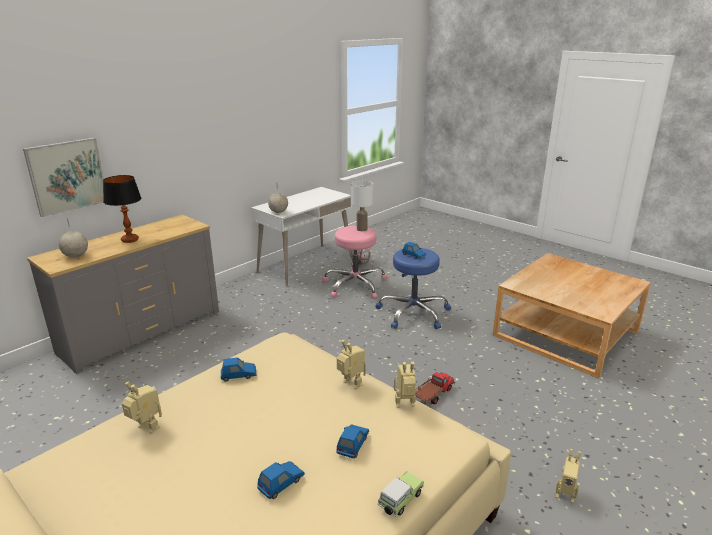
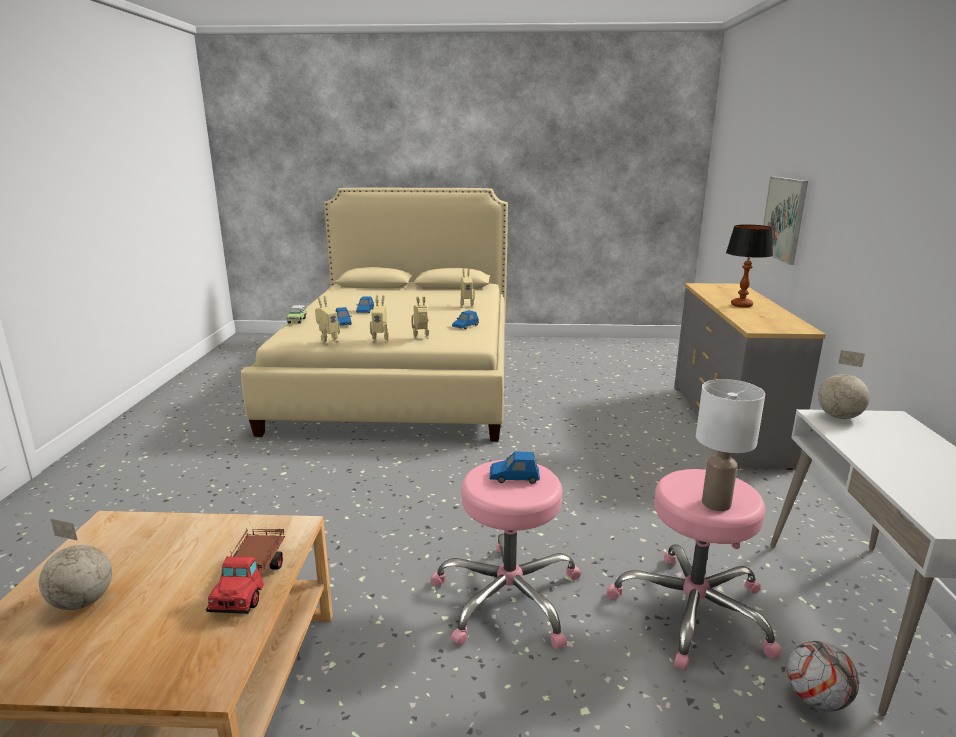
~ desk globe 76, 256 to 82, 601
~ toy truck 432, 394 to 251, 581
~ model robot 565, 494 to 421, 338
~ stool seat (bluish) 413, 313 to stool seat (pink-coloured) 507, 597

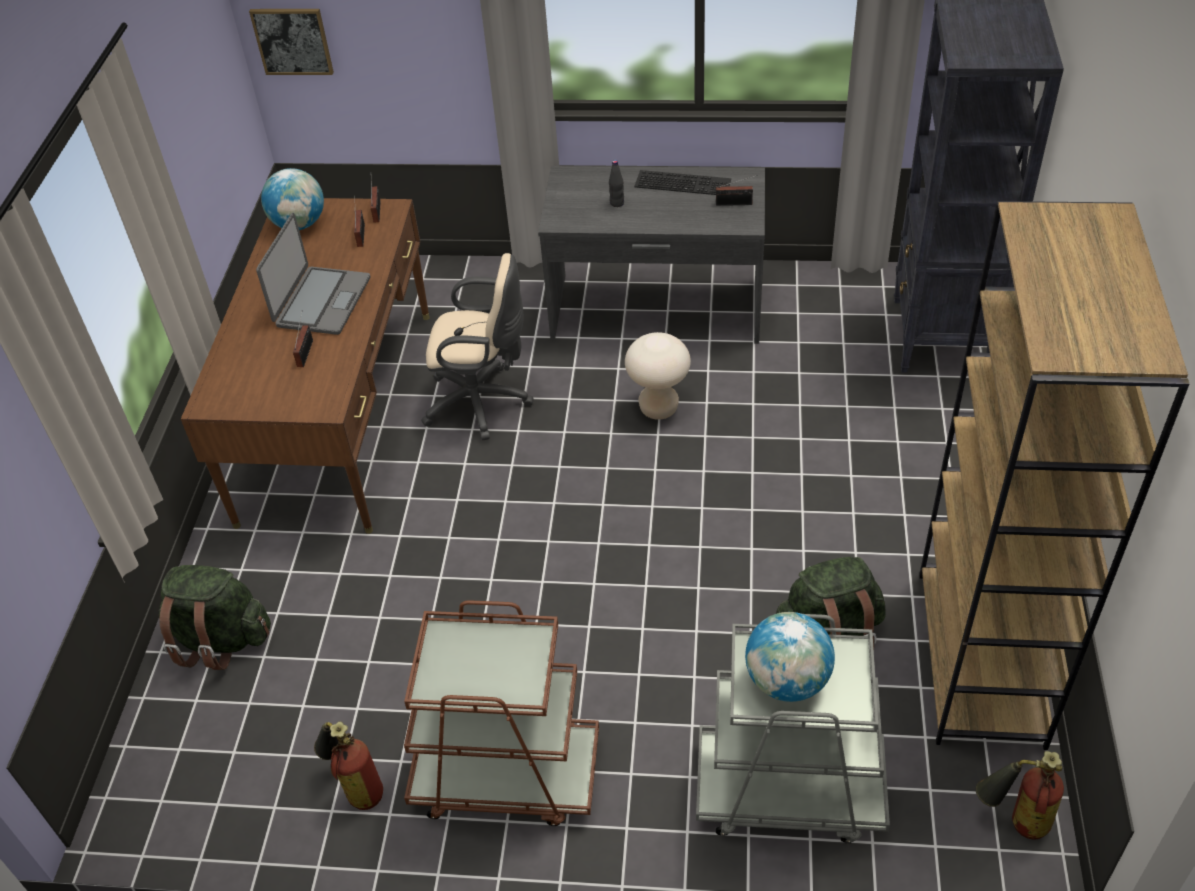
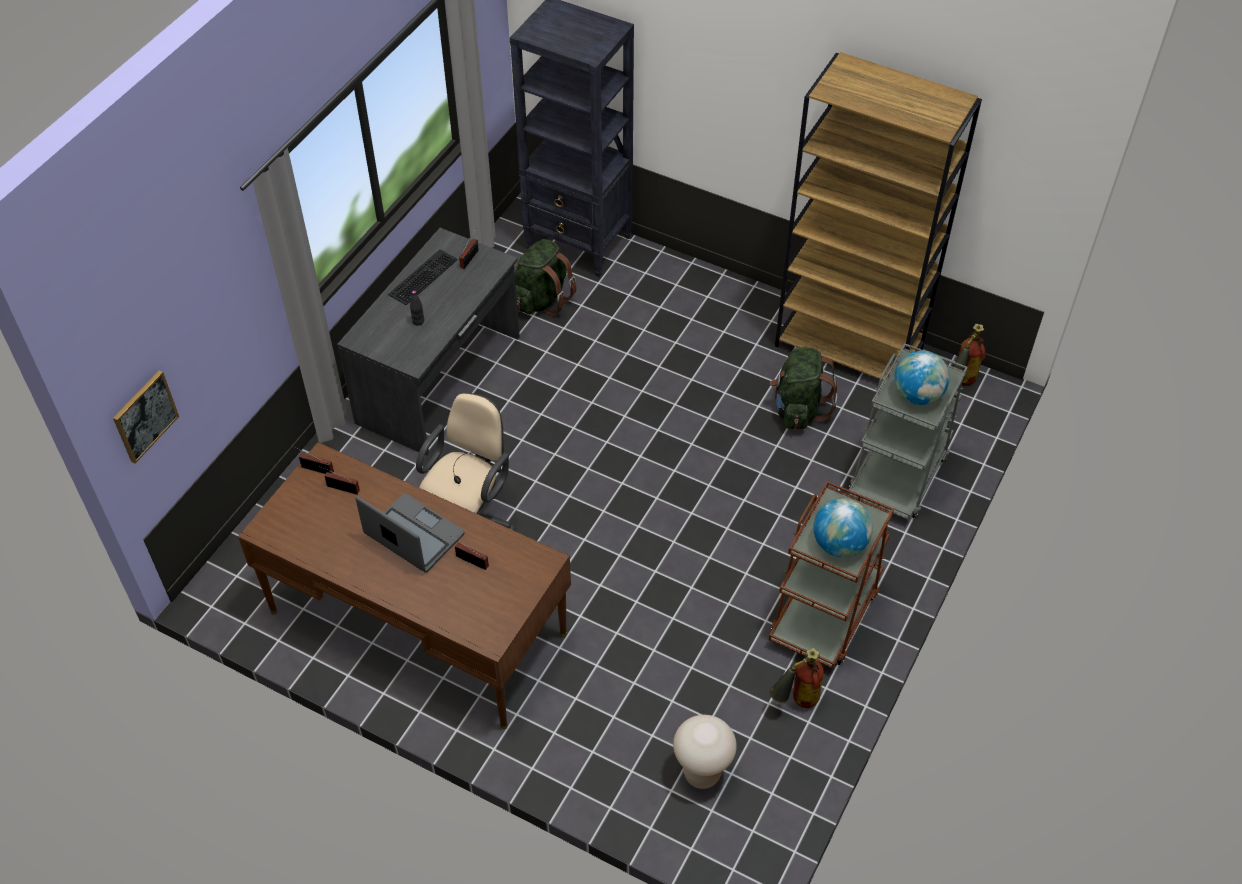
~ backpack (greenish) 220, 639 to 542, 299
~ desk globe 299, 224 to 839, 544
~ stool seat (sand-coloured) 658, 408 to 702, 773

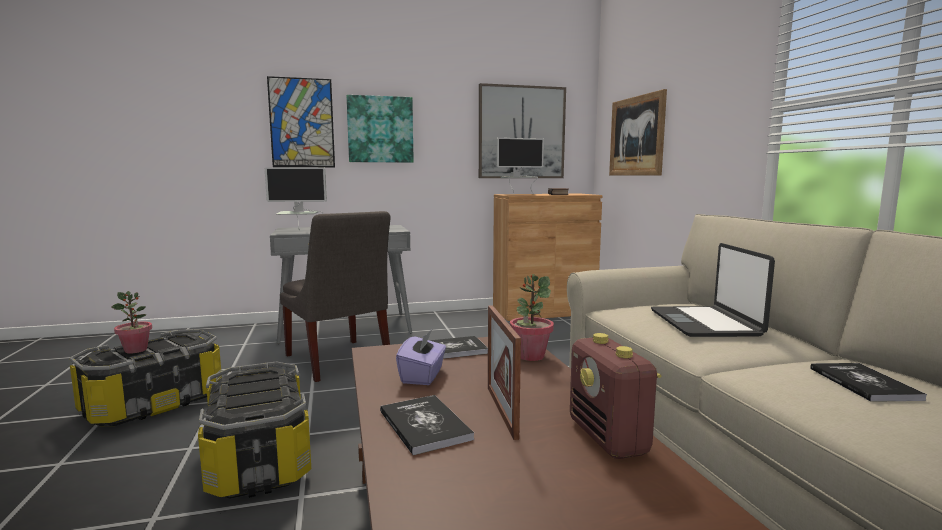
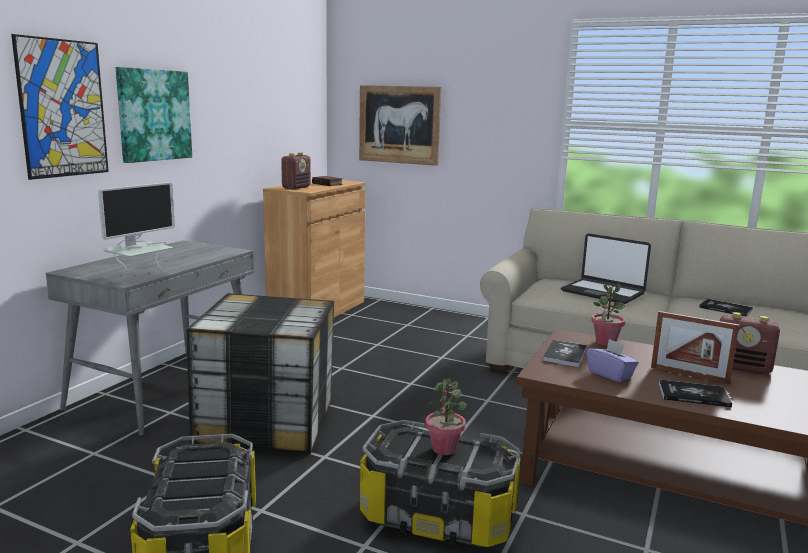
- wall picture 521, 132
~ plant in a pot 136, 350 to 444, 449
~ upright chair (greyish) 338, 361 to storage bin 267, 422
~ computer display 518, 194 to radio set 296, 187

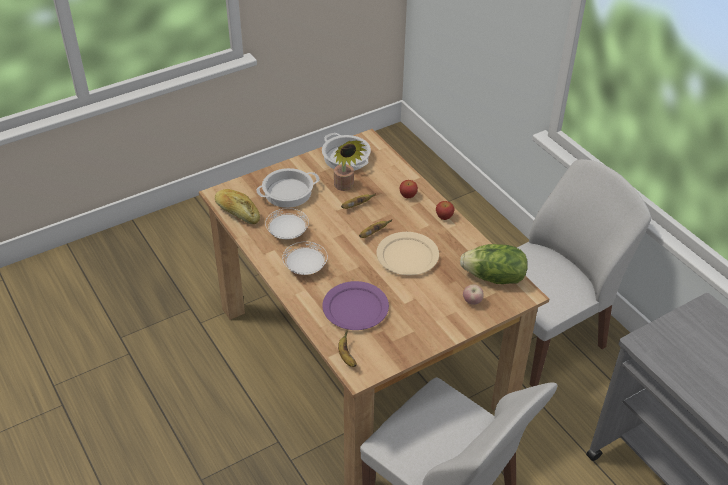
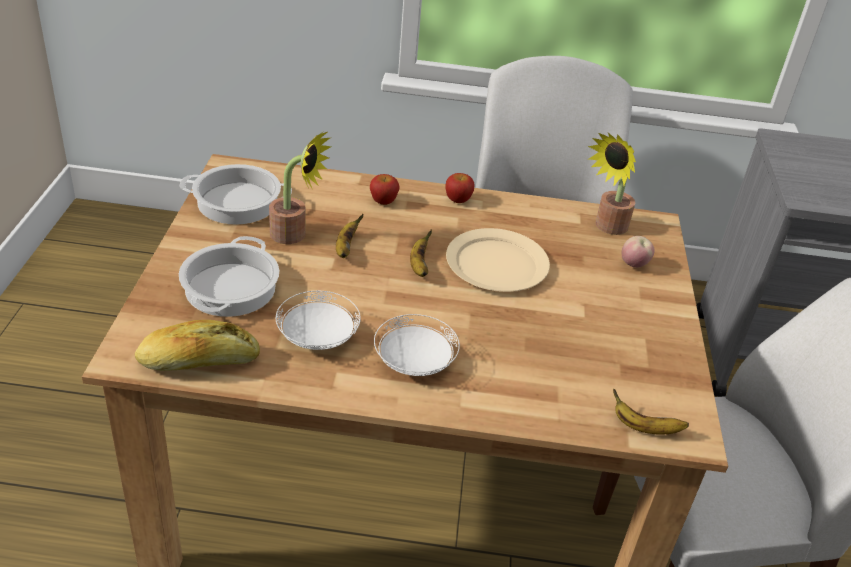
- plate (purple) 355, 308
~ lettuce head 494, 278 to plant in a pot 607, 227

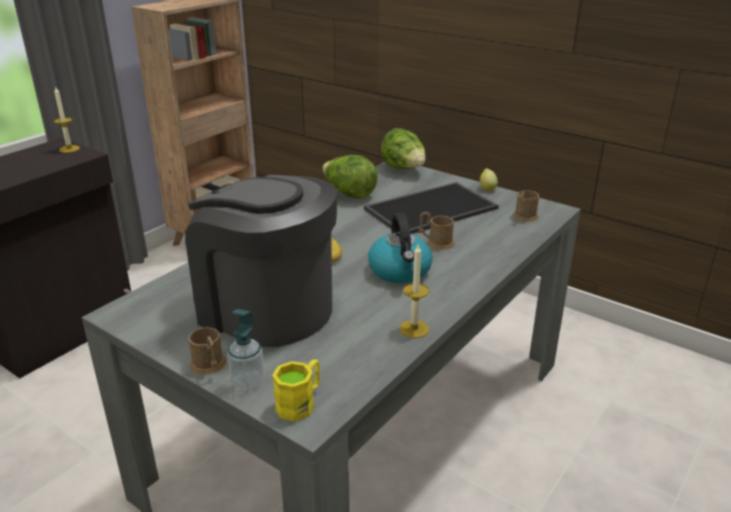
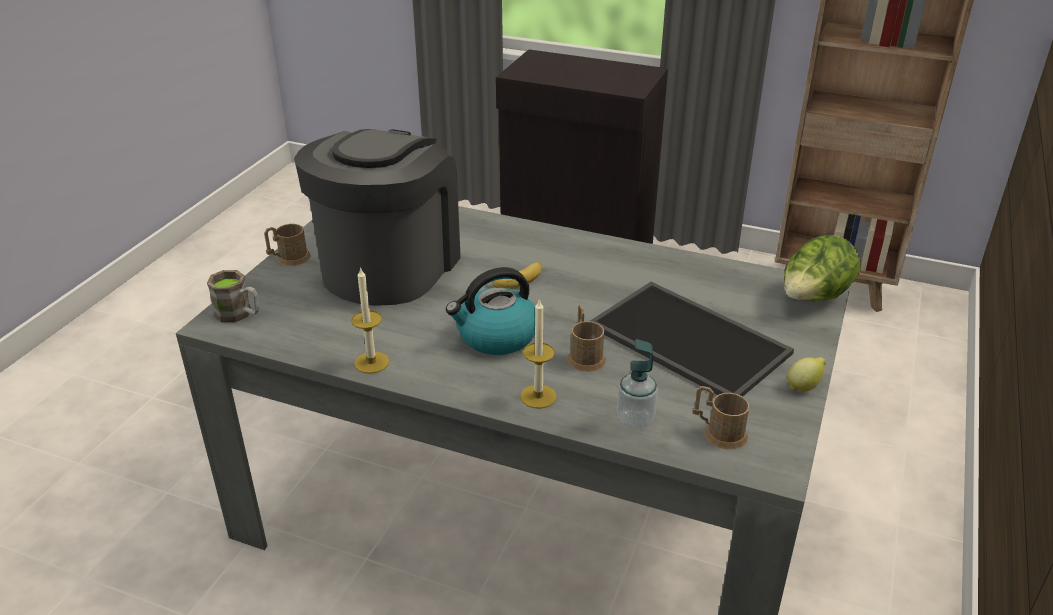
- lettuce head 349, 194
~ wax candle 69, 149 to 538, 396
~ liquid soap bottle 247, 381 to 635, 420
~ coffee mug (yellow) 300, 403 to coffee mug (brown-coloured) 239, 314

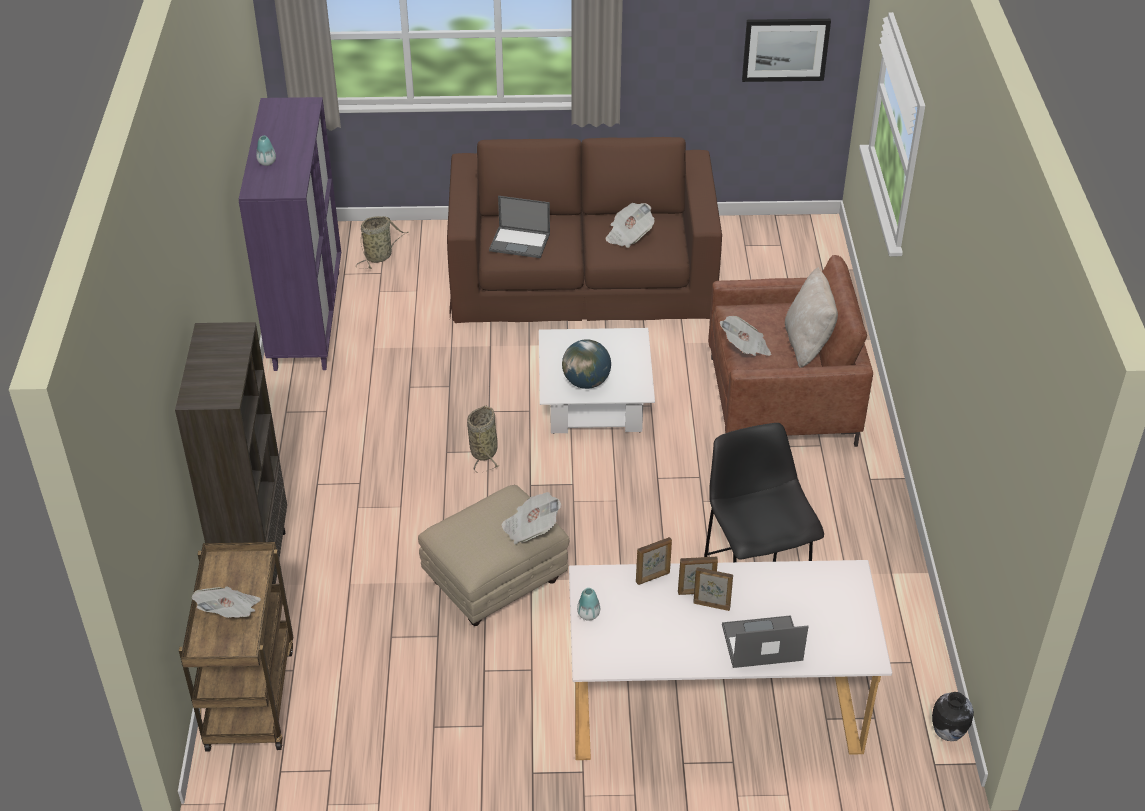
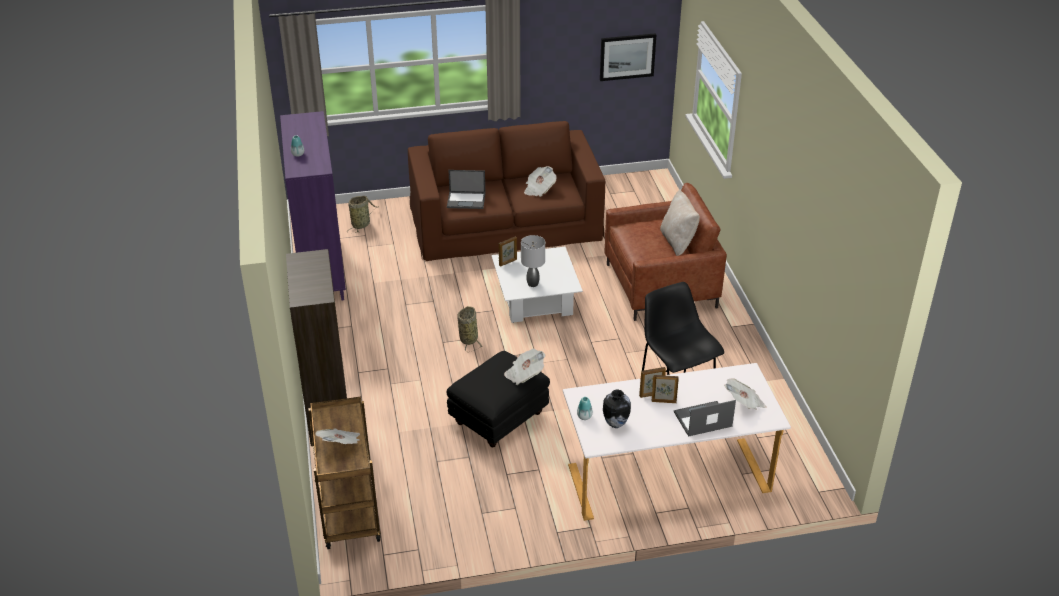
~ photo frame 653, 577 to 508, 262
~ daily paper 745, 348 to 744, 403
~ decorative vase 947, 734 to 615, 424
~ desk globe 586, 382 to lamp for a table (greyish) 533, 283
~ footrest (sand-coloured) 496, 581 to footrest (blackish) 499, 418

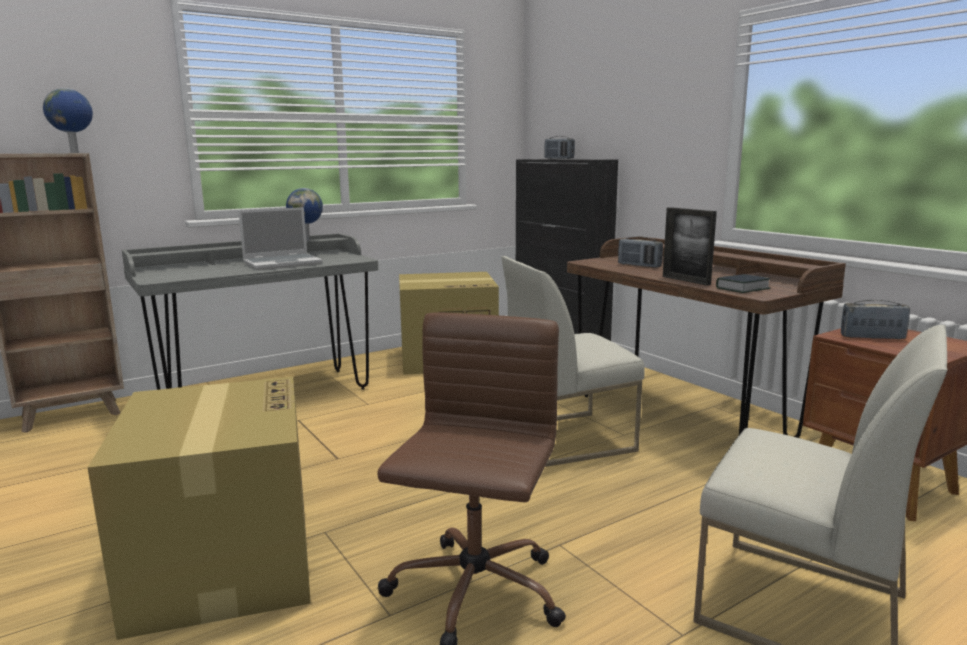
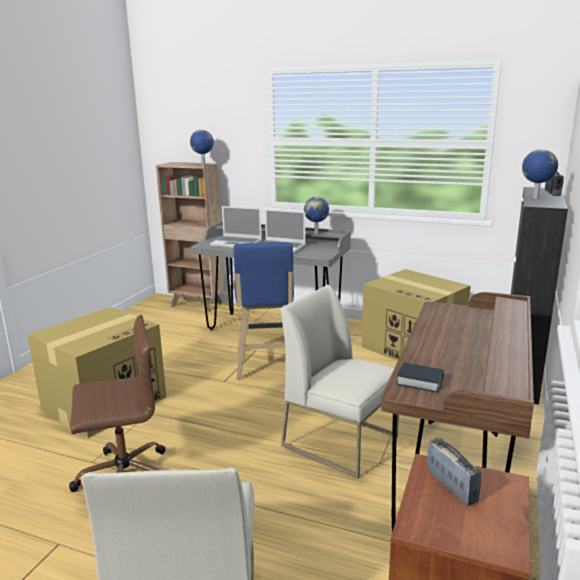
- radio set 639, 265
- photo frame 685, 280
+ portable computer 237, 243
+ stool seat (bluish) 266, 366
+ desk globe 535, 198

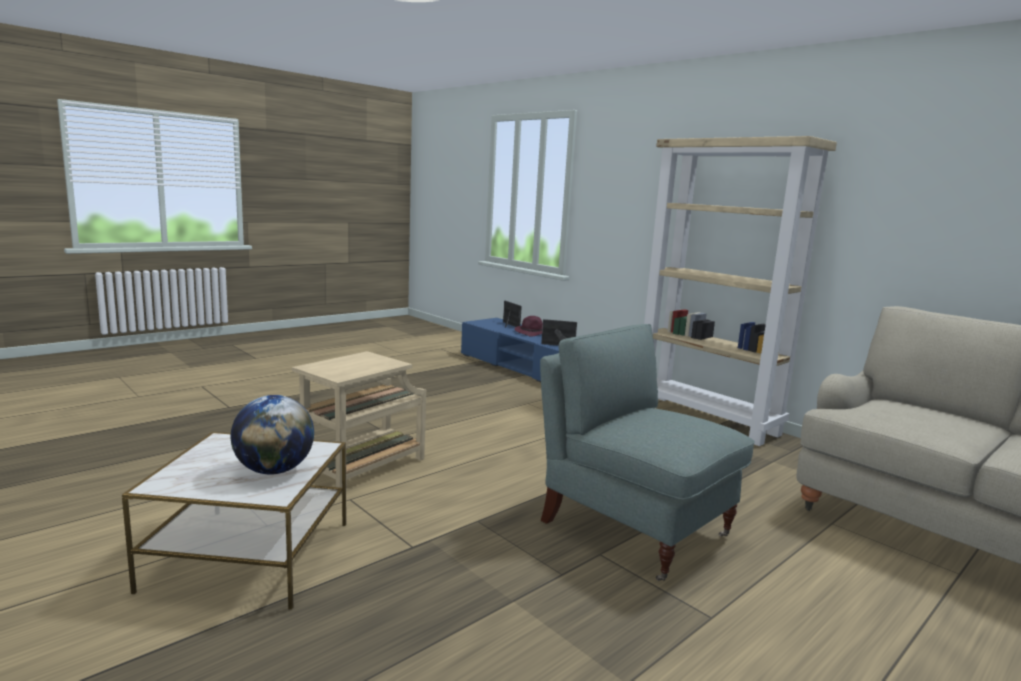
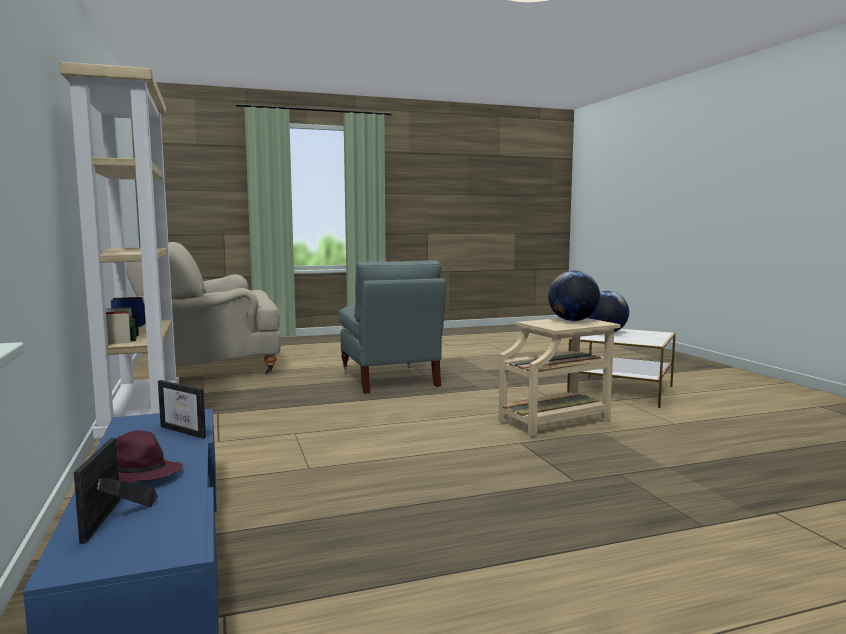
+ desk globe 573, 321

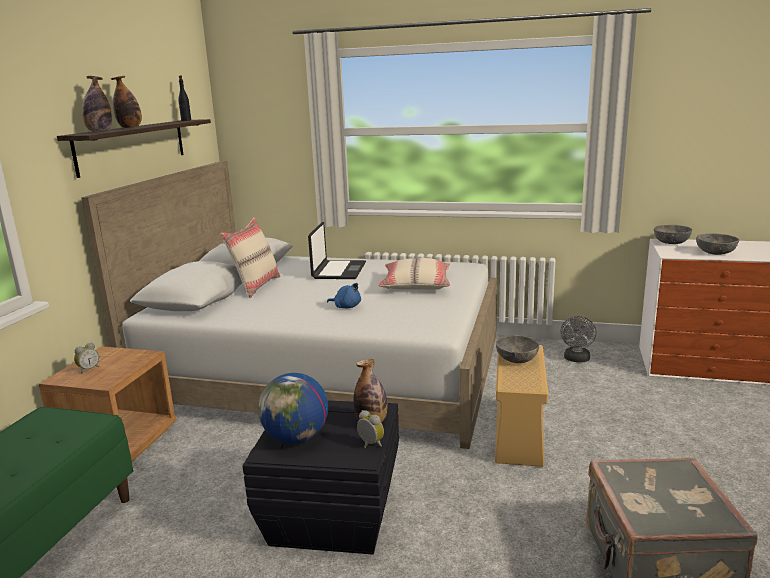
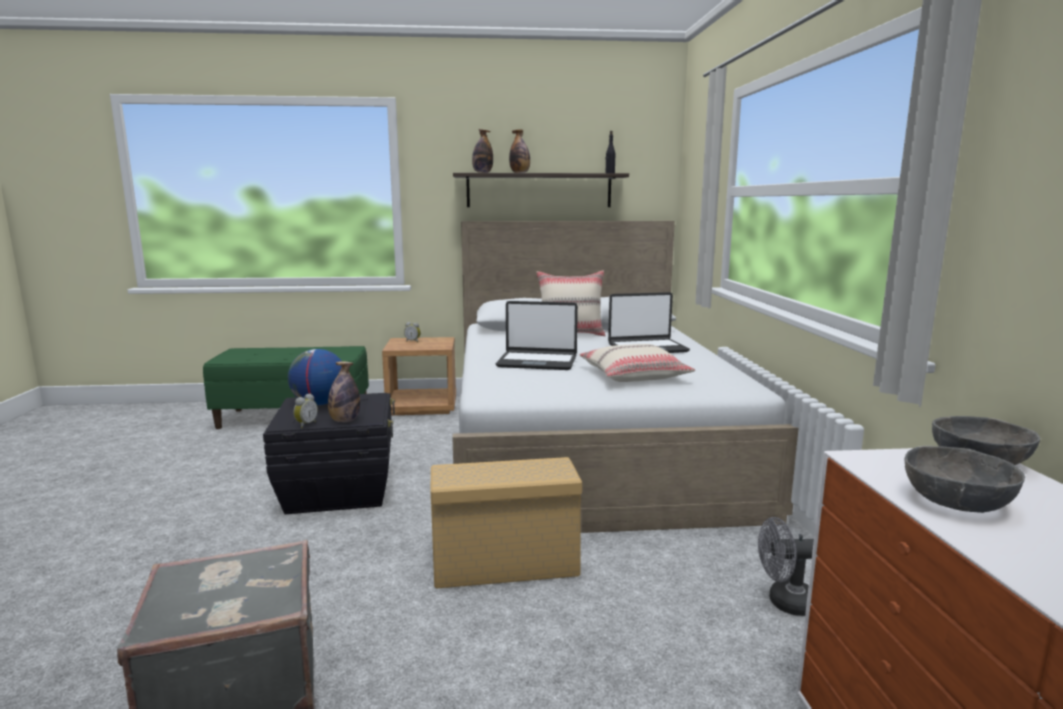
- serving bowl (greyish) 516, 359
~ cuddly toy (bluish) 346, 307 to portable computer 537, 362

